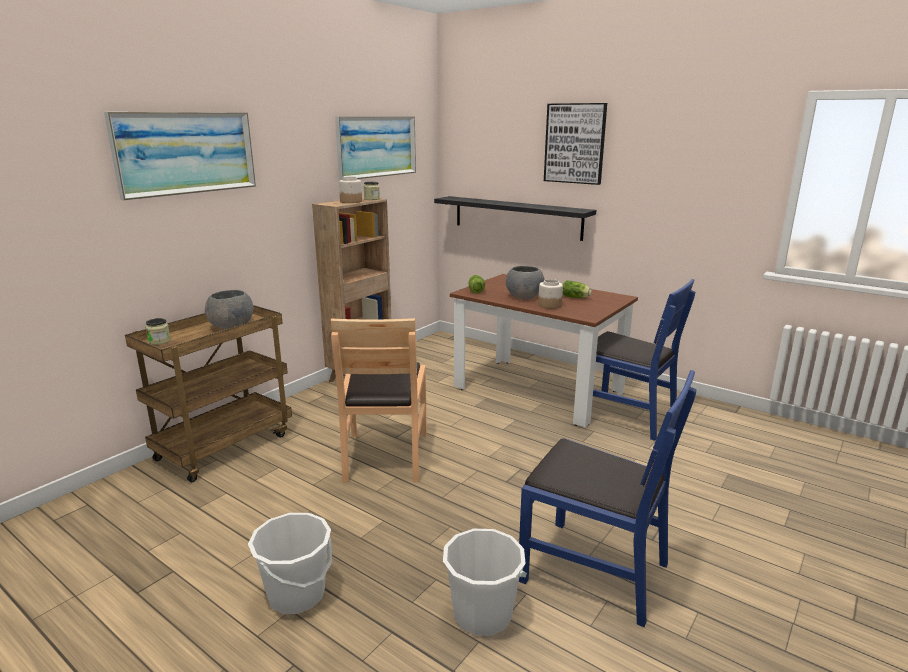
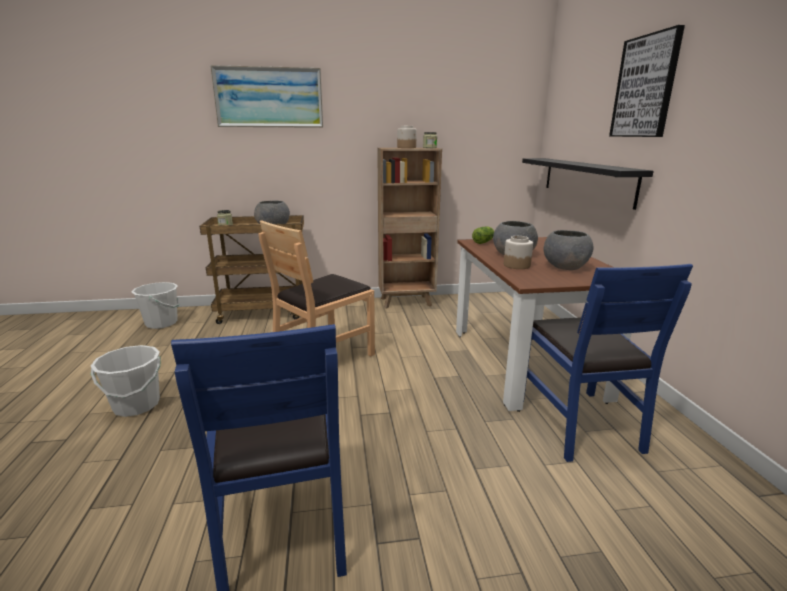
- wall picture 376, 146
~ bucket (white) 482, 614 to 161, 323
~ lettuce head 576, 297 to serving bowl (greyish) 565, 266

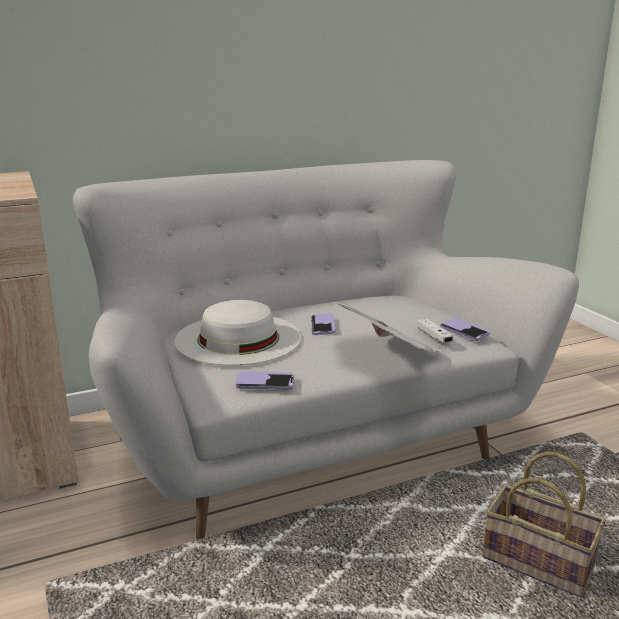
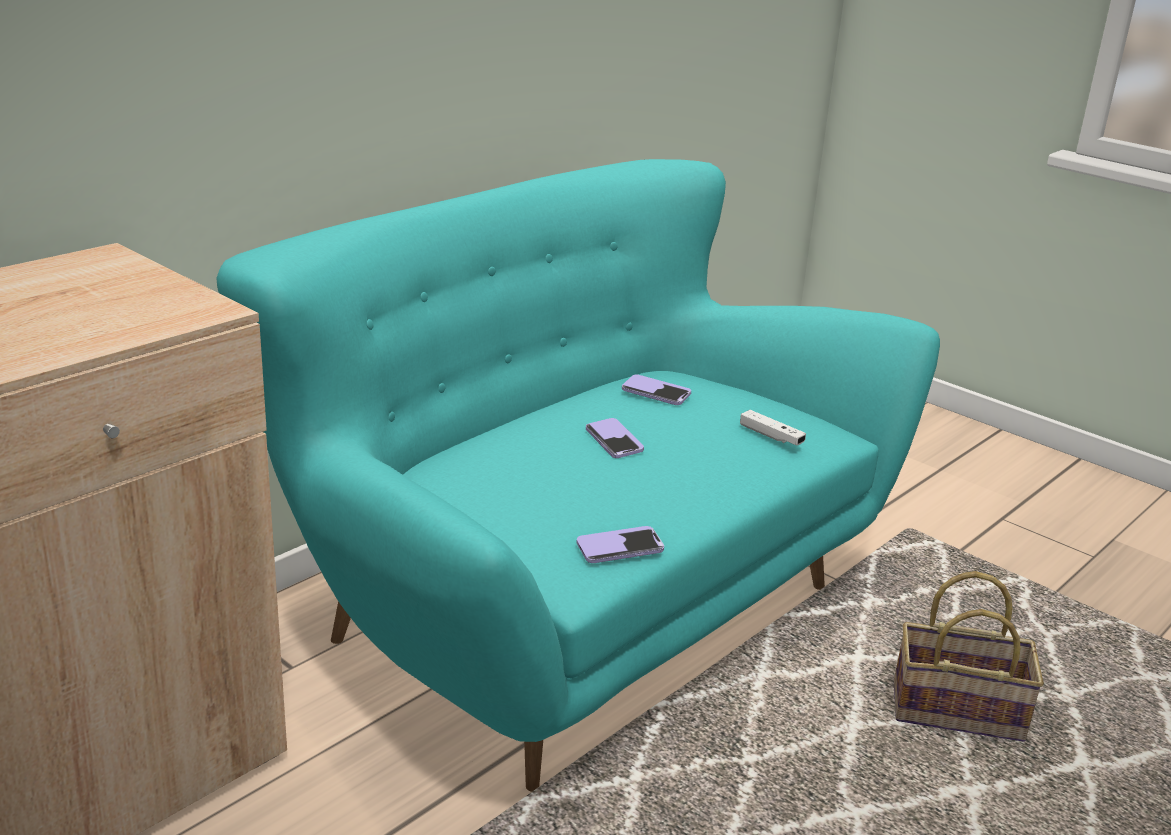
- wearable hat (white) 238, 338
- daily paper 386, 355
~ phone 464, 331 to 656, 392
~ settee (white) 310, 438 to settee (blue-green) 576, 606

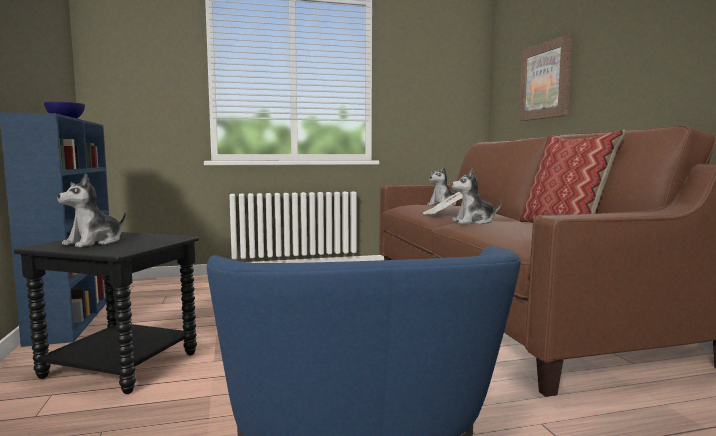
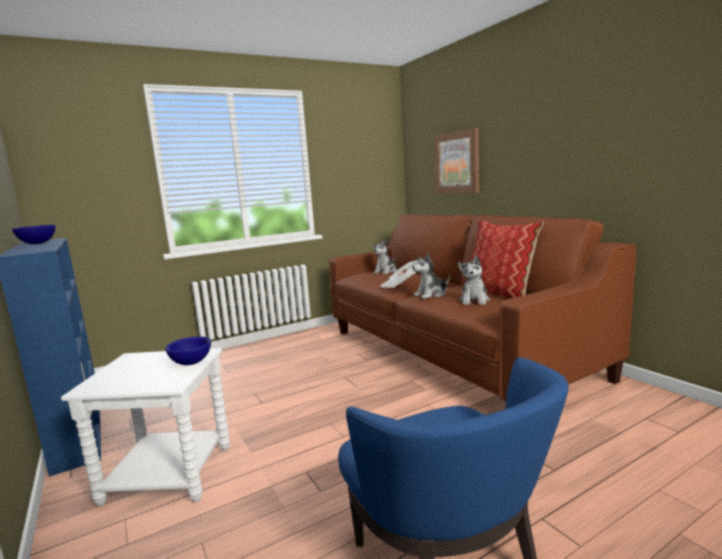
+ serving bowl (bluish) 191, 363
~ cuddly toy 95, 242 to 474, 300
~ side table (blackish) 122, 365 to side table (white) 169, 474

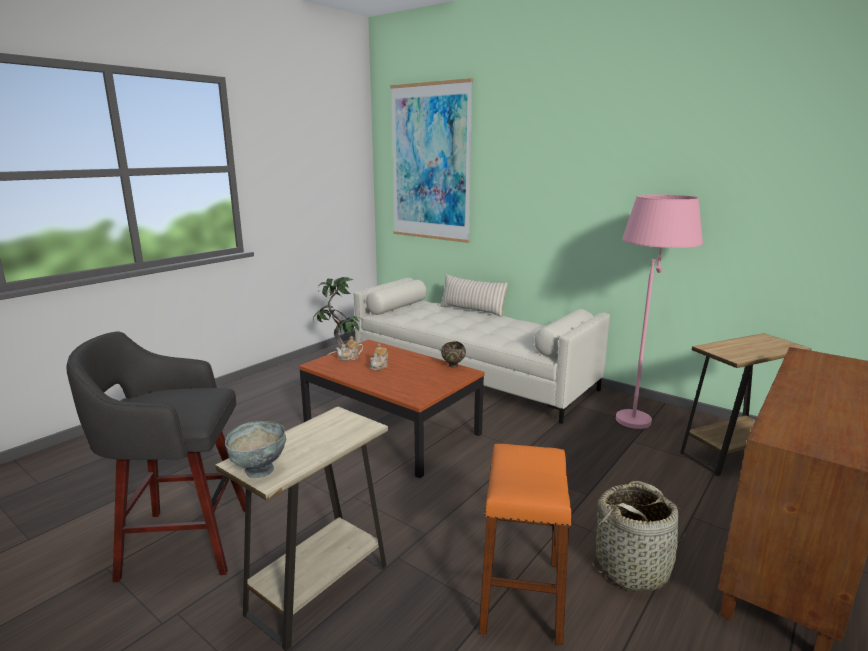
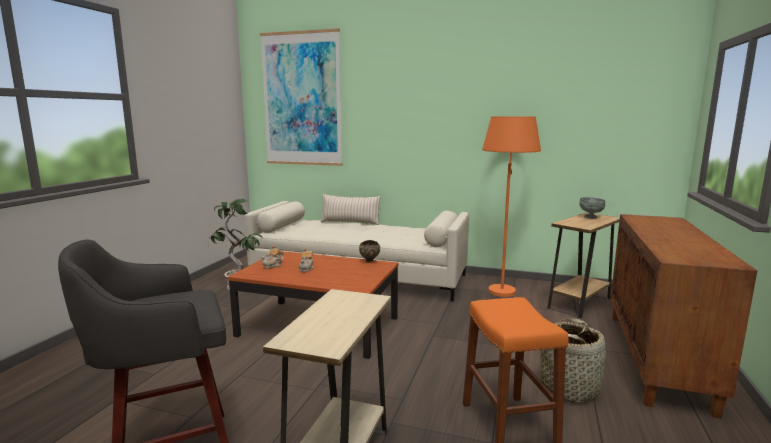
~ serving bowl (greyish) 259, 471 to 591, 217
~ floor lamp (pink-coloured) 639, 413 to floor lamp (orange-coloured) 502, 286

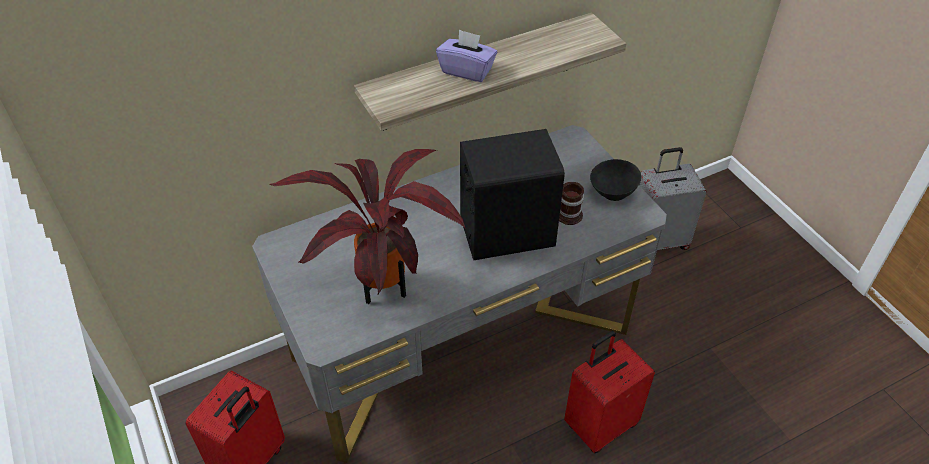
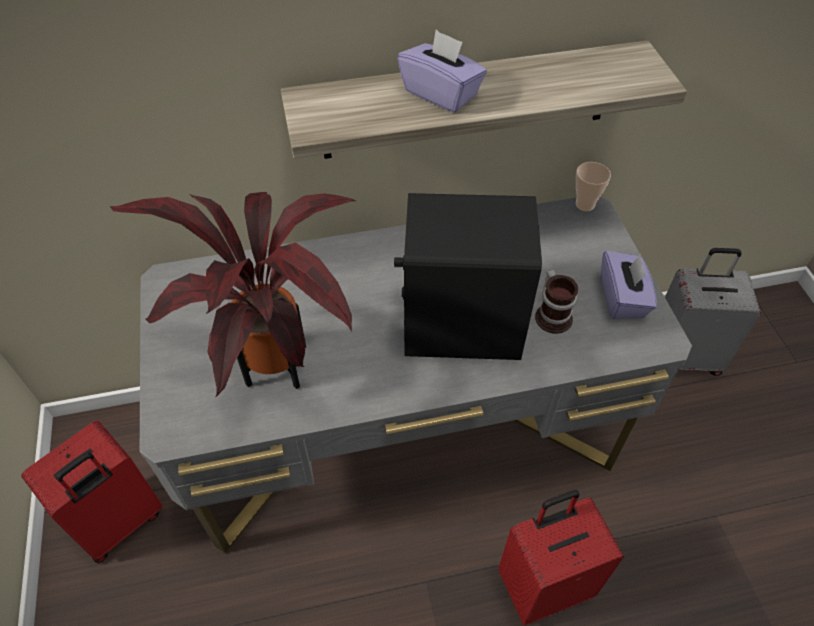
+ small cup 585, 205
~ serving bowl (blackish) 612, 192 to tissue holder (purple) 622, 298

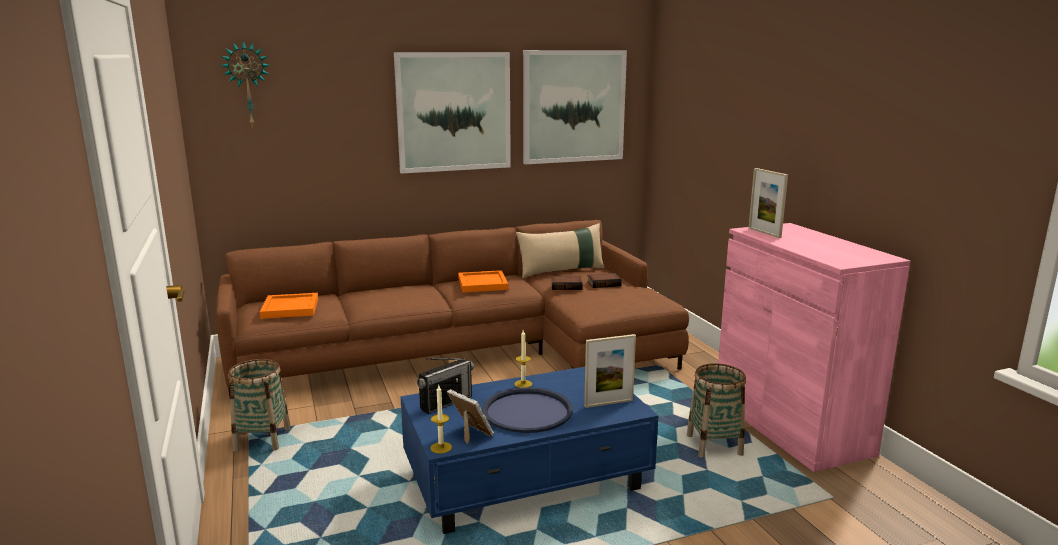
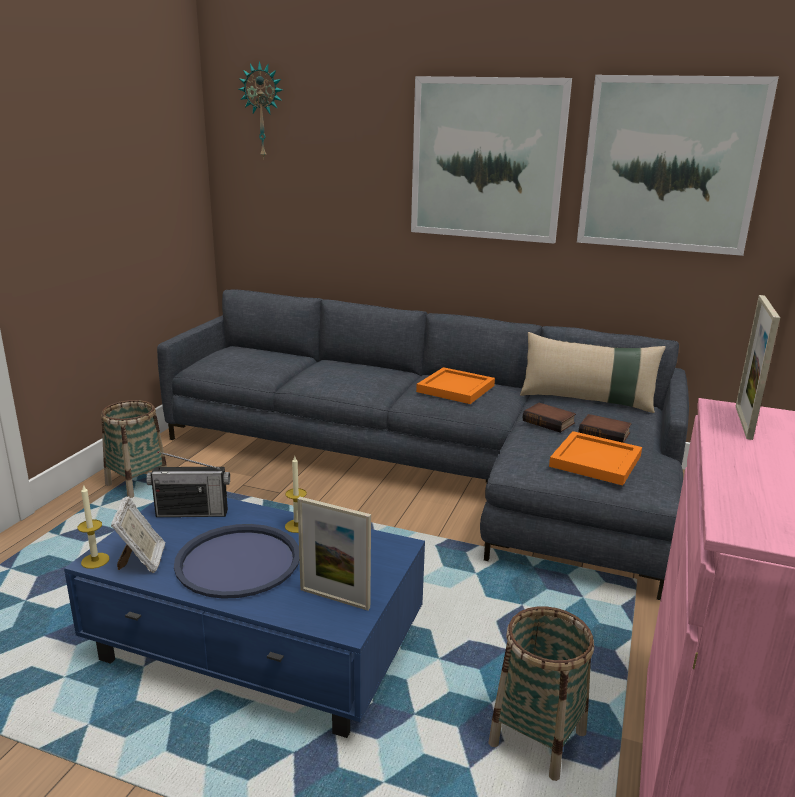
~ carrying tray (orange-coloured) 291, 308 to 597, 461
~ settee (brown-coloured) 469, 352 to settee (greyish) 432, 468

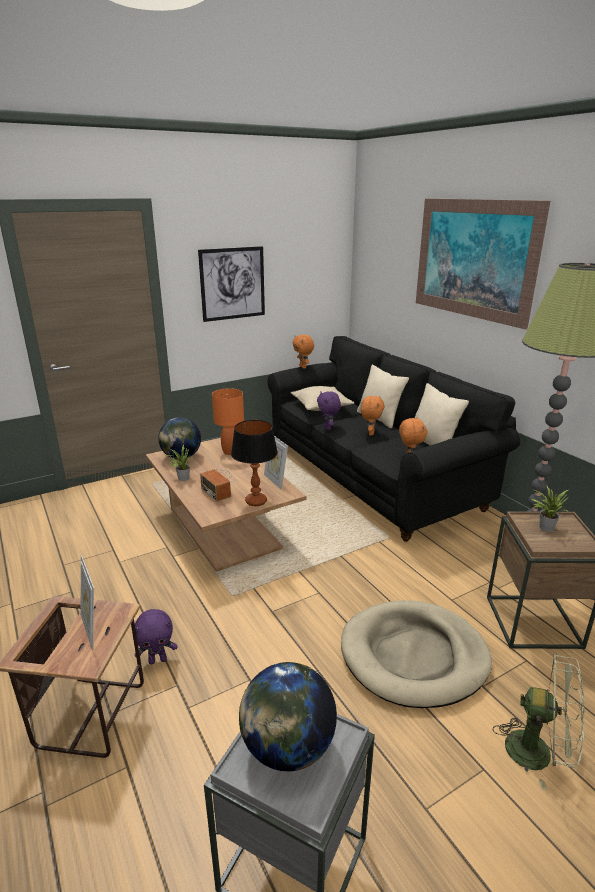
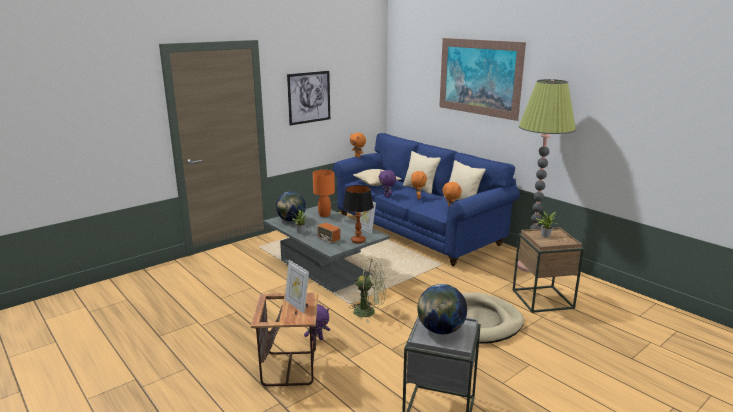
~ cooling fan (greenish) 538, 752 to 369, 312
~ lounge table (brown-coloured) 224, 528 to lounge table (greyish) 325, 268
~ settee (blackish) 371, 475 to settee (bluish) 417, 230

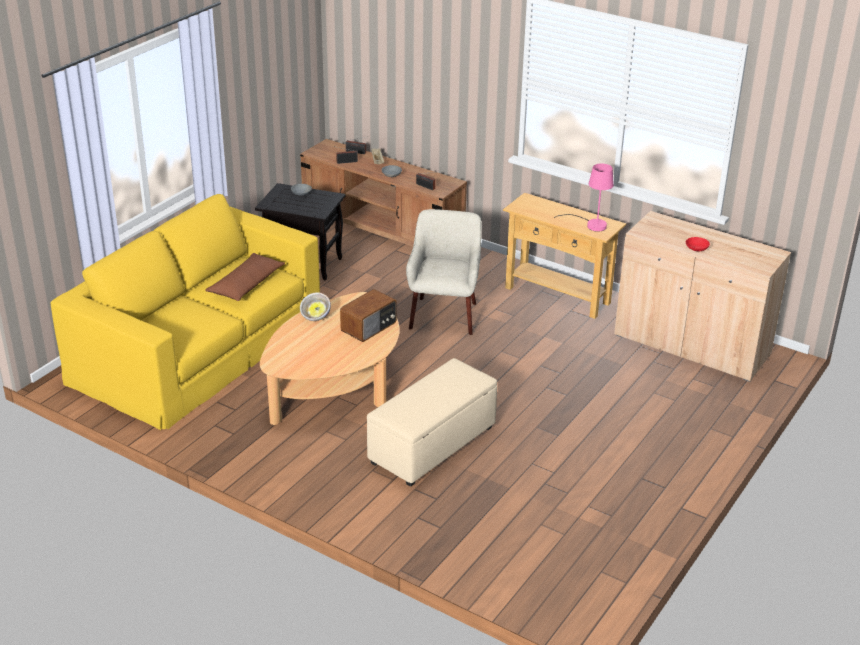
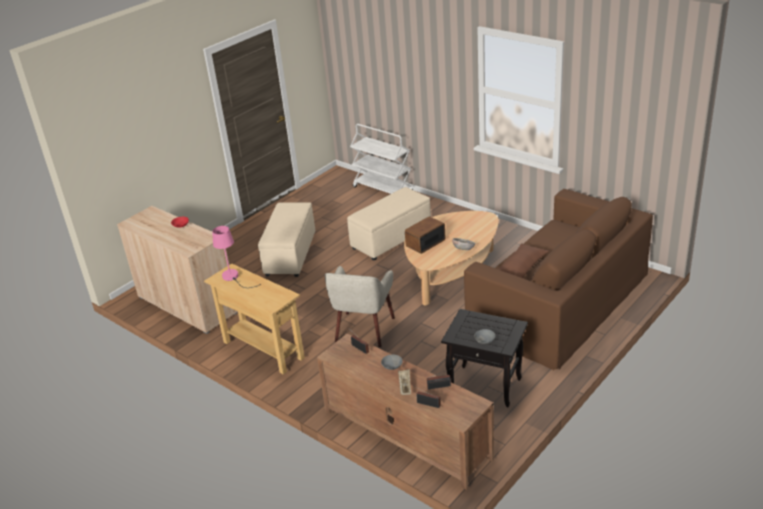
+ footrest (sand-coloured) 290, 254
+ trolley (white) 383, 189
~ settee (yellow) 197, 346 to settee (brown-coloured) 559, 301

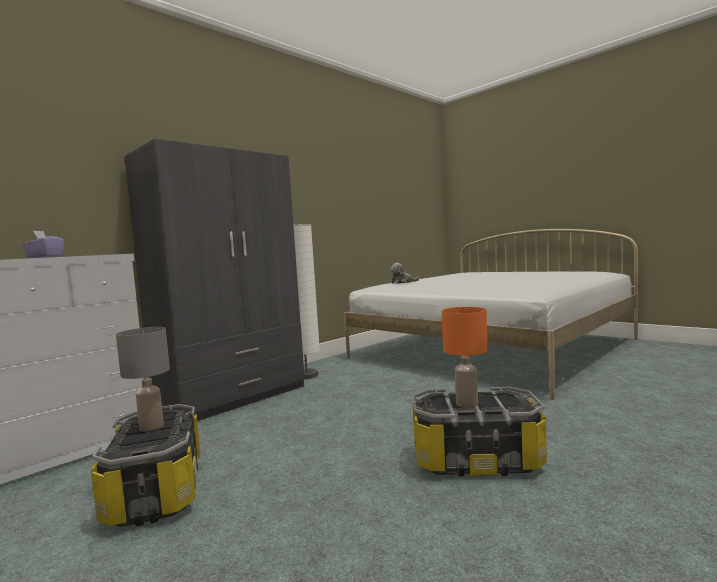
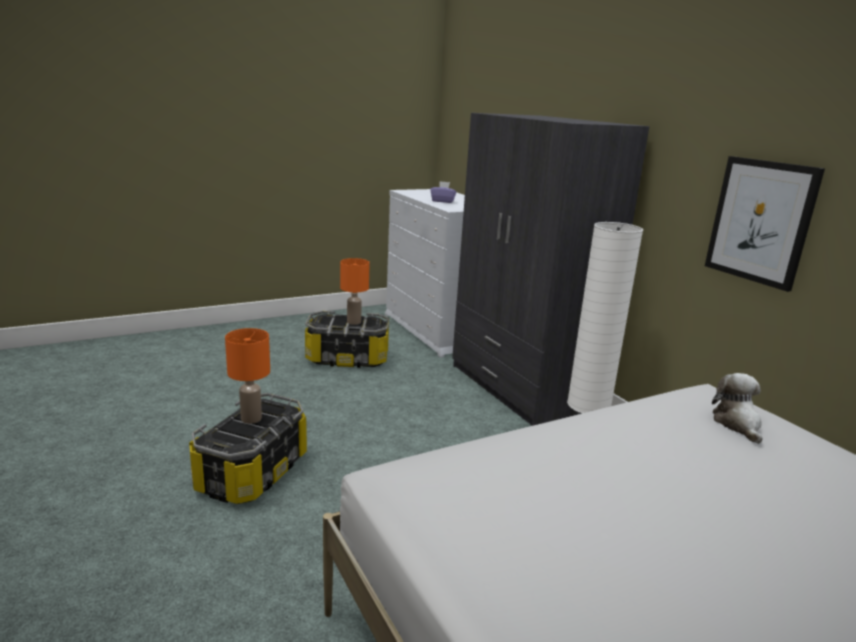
+ wall picture 760, 221
~ lamp for a table (greyish) 151, 427 to lamp for a table (orange-coloured) 353, 322

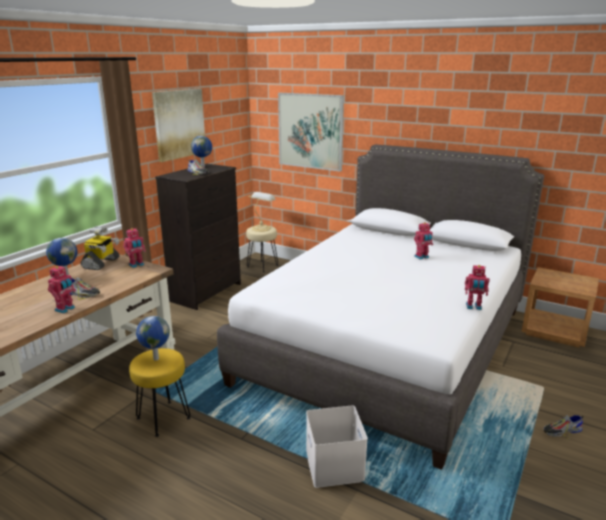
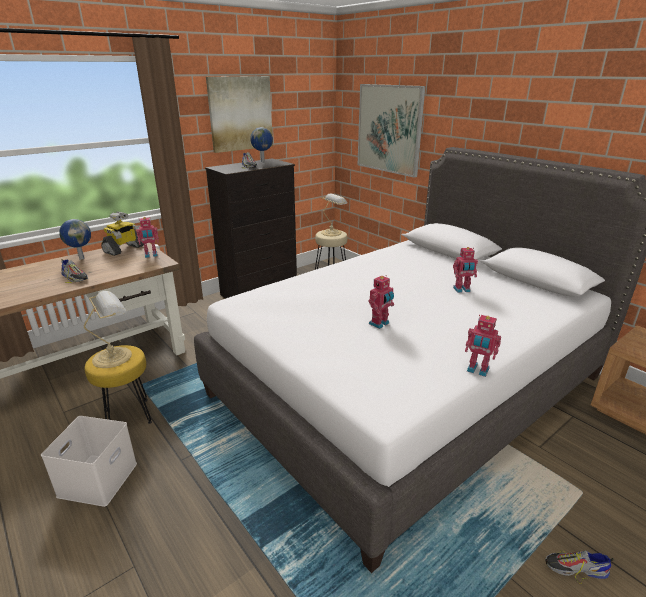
~ model robot 65, 309 to 380, 324
~ storage bin (white) 336, 466 to 98, 480
~ desk globe 155, 359 to lamp for a table 114, 356

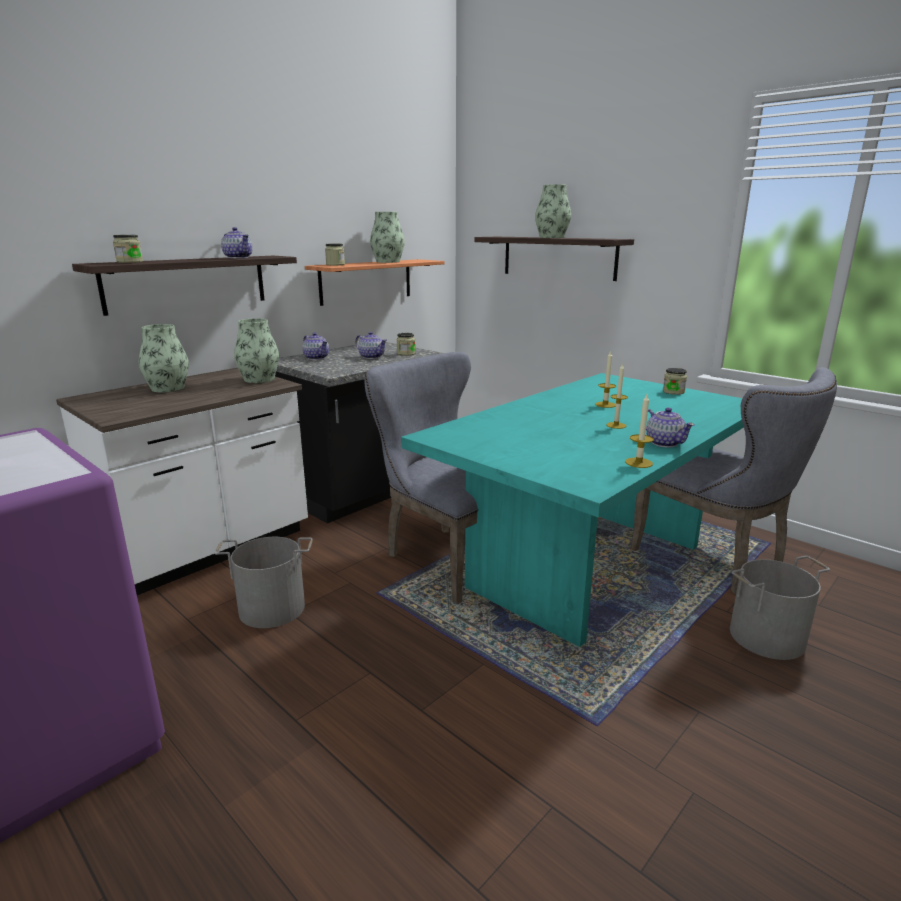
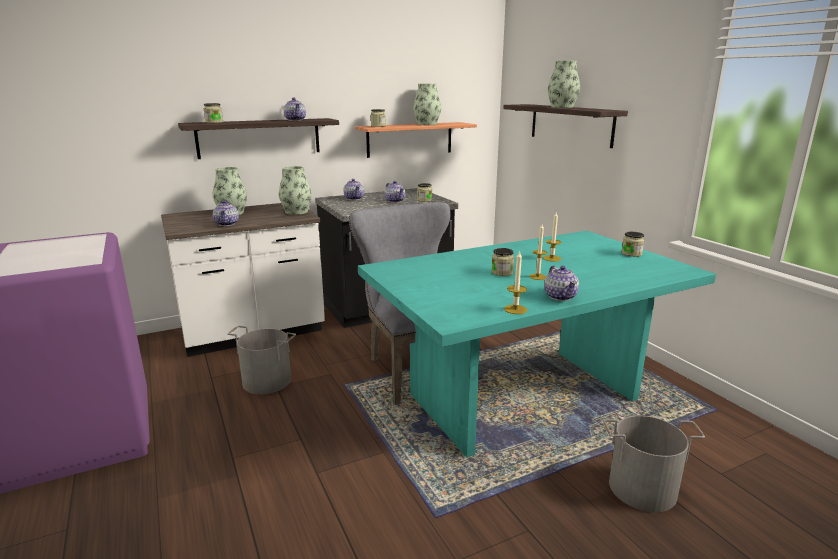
- upright chair (greyish) 716, 560
+ pot for tea 227, 224
+ jar 502, 272

